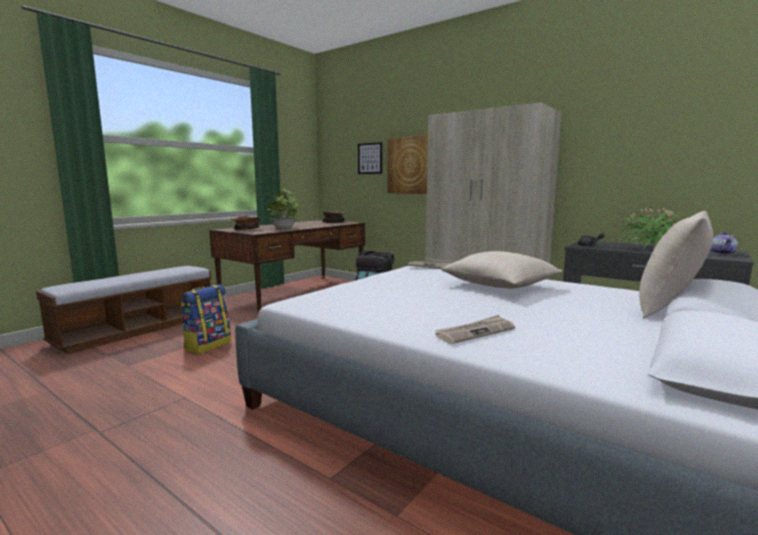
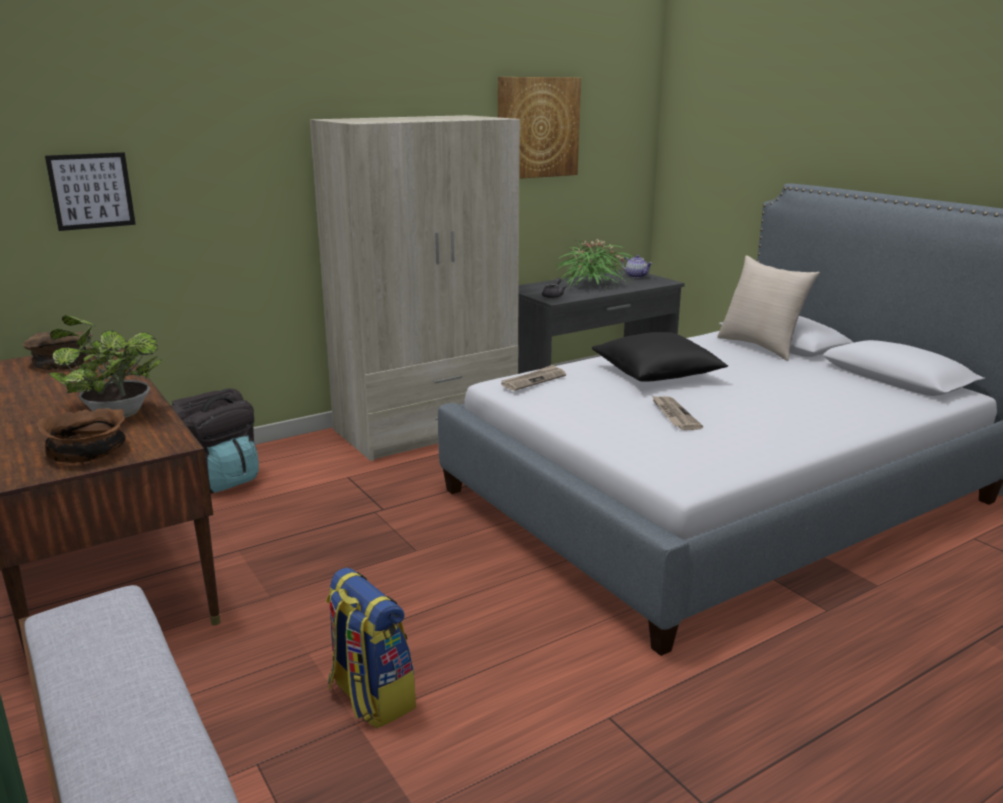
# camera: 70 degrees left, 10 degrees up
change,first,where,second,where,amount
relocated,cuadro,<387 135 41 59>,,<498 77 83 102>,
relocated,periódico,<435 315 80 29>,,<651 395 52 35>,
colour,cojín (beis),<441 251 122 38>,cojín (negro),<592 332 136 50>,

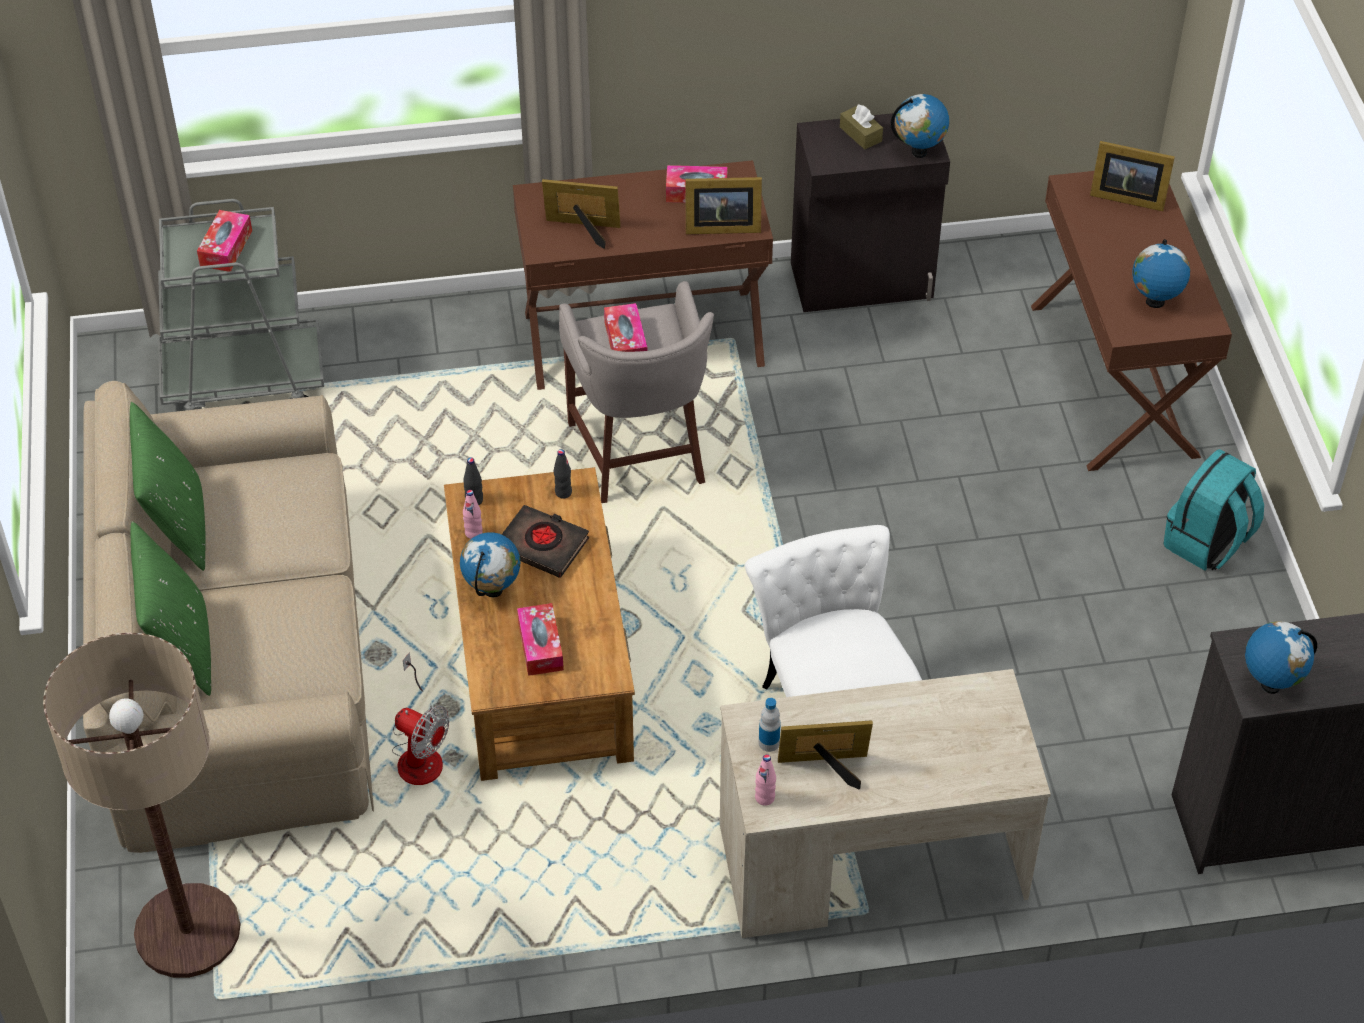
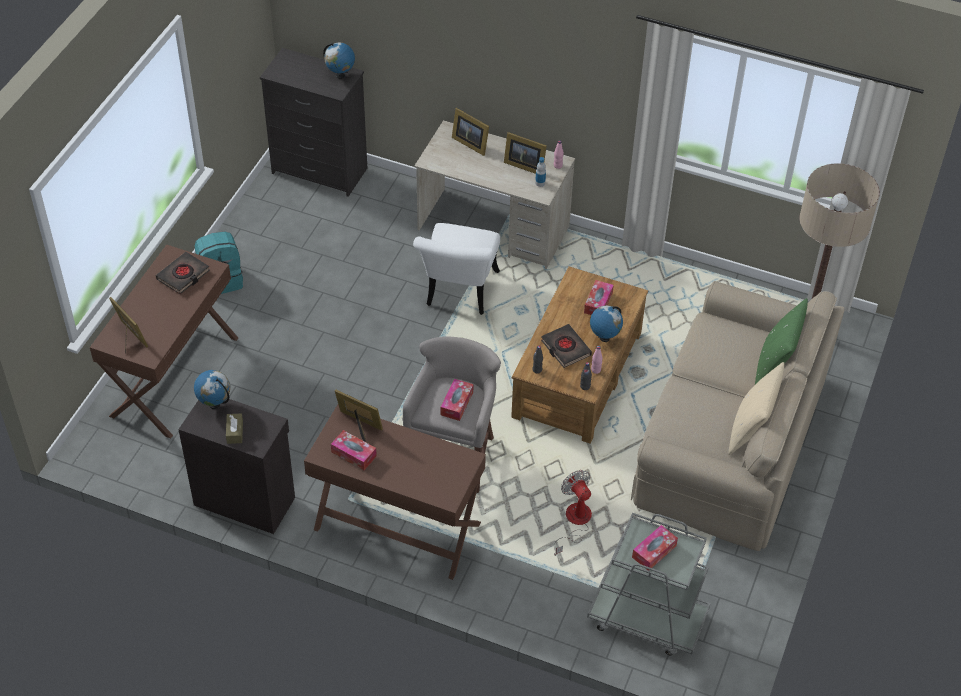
# camera: 150 degrees left, 0 degrees up
change,first,where,second,where,amount
relocated,ventilador,<392 652 58 133>,,<554 470 38 86>,
relocated,portarretratos,<542 179 79 70>,,<452 108 37 48>,
exchanged,globo terráqueo,<1132 239 58 69>,libro (negro),<156 252 54 42>,
colour,cojín (verde),<130 402 76 169>,cojín (beis),<728 362 56 93>,

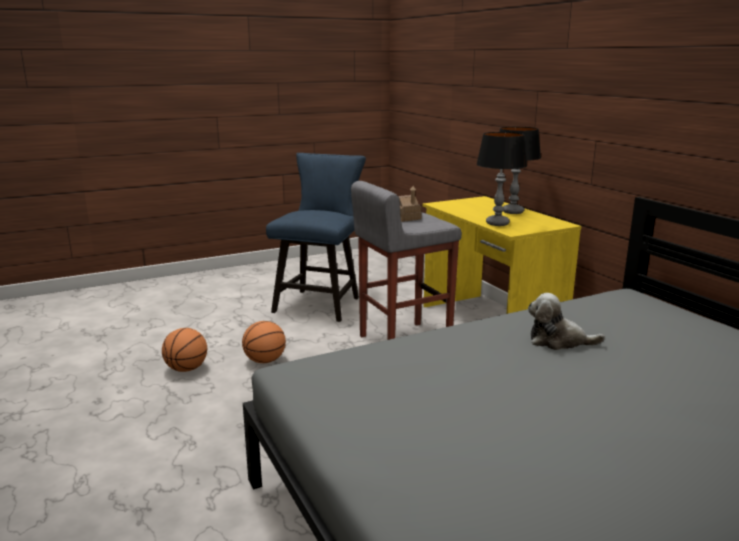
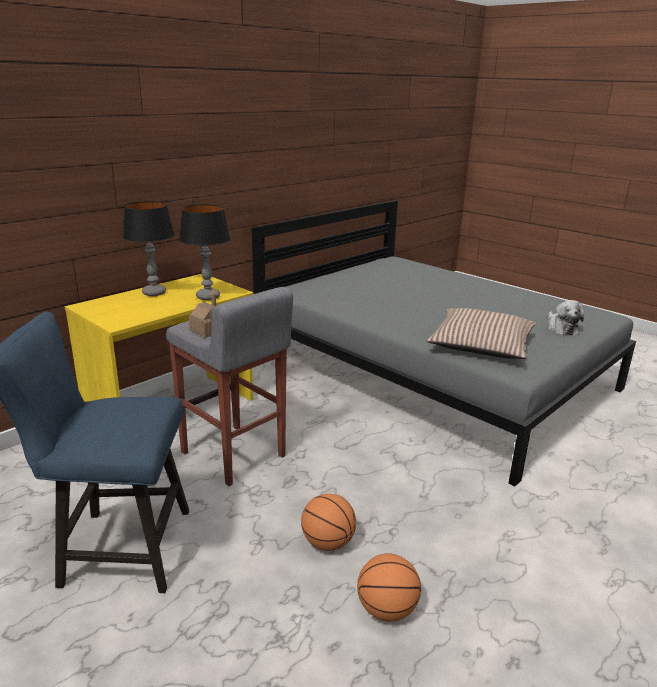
# camera: 110 degrees left, 5 degrees up
change,first,where,second,where,amount
appeared,,,cojín,<426 308 110 51>,
relocated,peluche,<528 293 77 57>,,<547 300 37 36>,

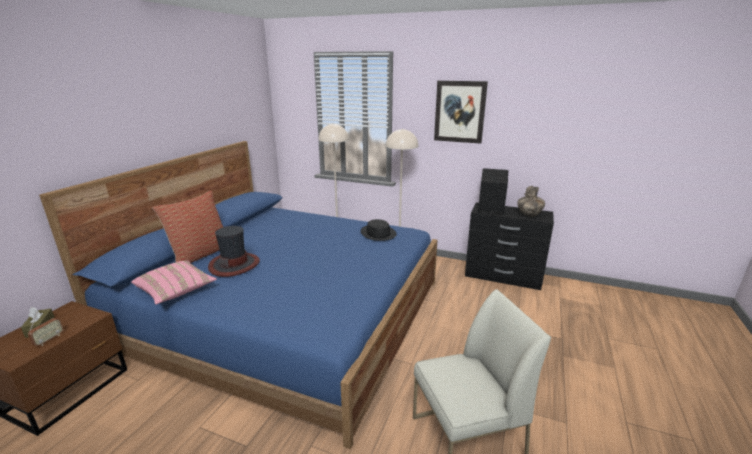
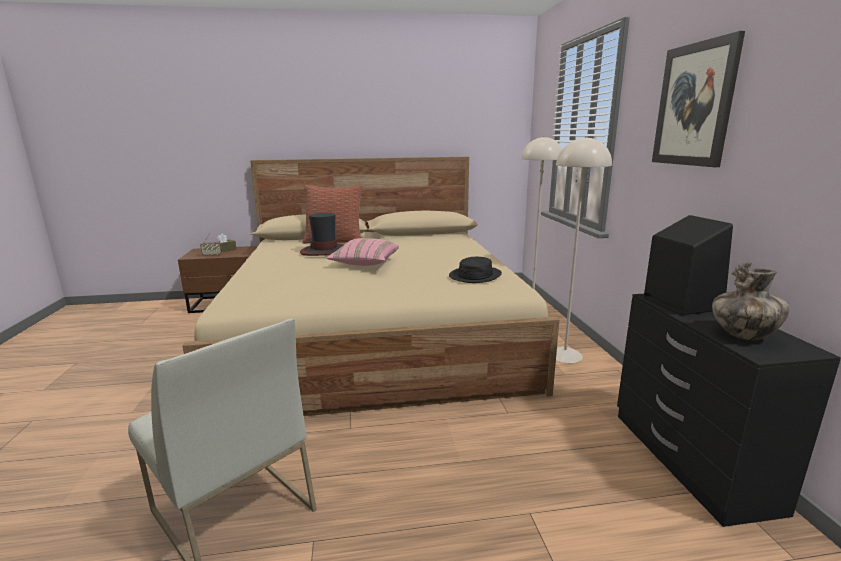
# camera: 60 degrees right, 5 degrees down
change,first,where,second,where,amount
relocated,cojín (rosa),<131 260 86 44>,,<327 238 72 28>,
colour,cama (azul),<39 141 398 308>,cama (beis),<182 157 377 259>,

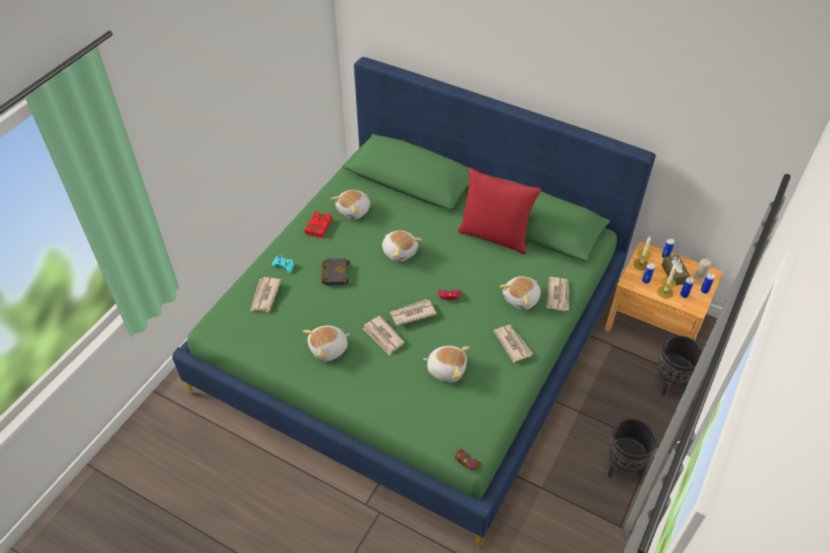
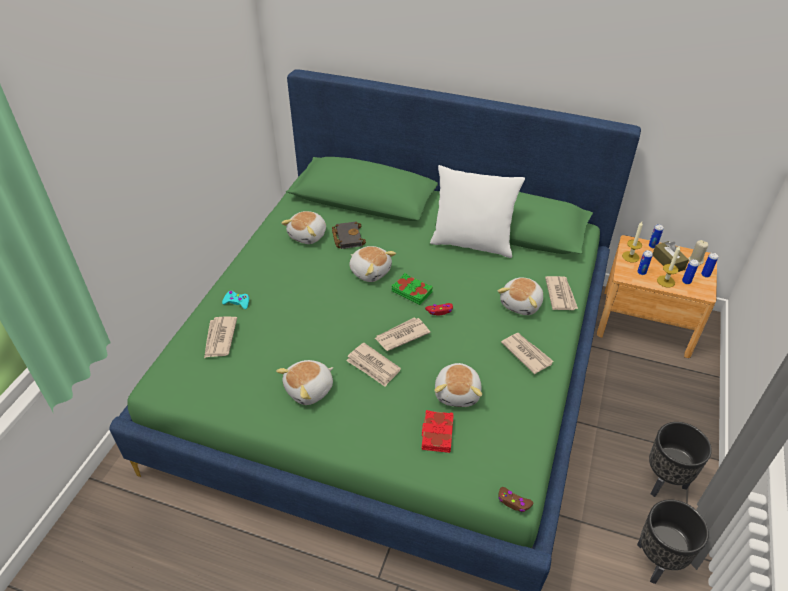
# camera: 10 degrees left, 5 degrees down
change,first,where,second,where,amount
appeared,,,libro (verde),<392 273 41 32>,
relocated,libro (rojo),<304 211 28 27>,,<422 410 32 43>,
relocated,libro (negro),<321 258 29 27>,,<332 221 34 28>,
relocated,maceta (negro),<657 336 46 61>,,<637 499 72 85>,
colour,cojín (rojo),<458 167 83 88>,cojín (blanco),<430 165 95 93>,
spun,peluche,<423 346 47 37>,,<434 363 48 44>,90 degrees clockwise

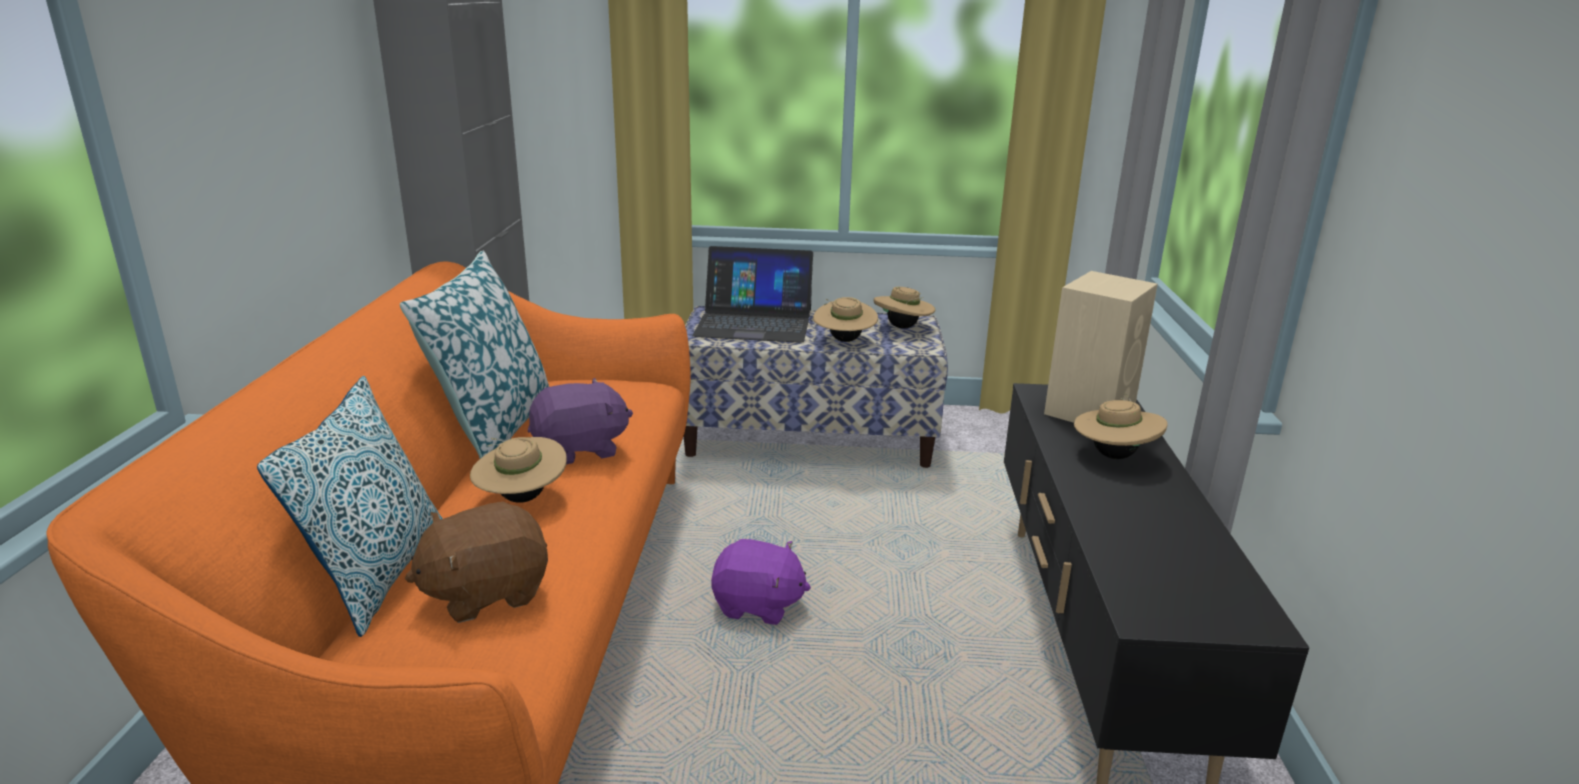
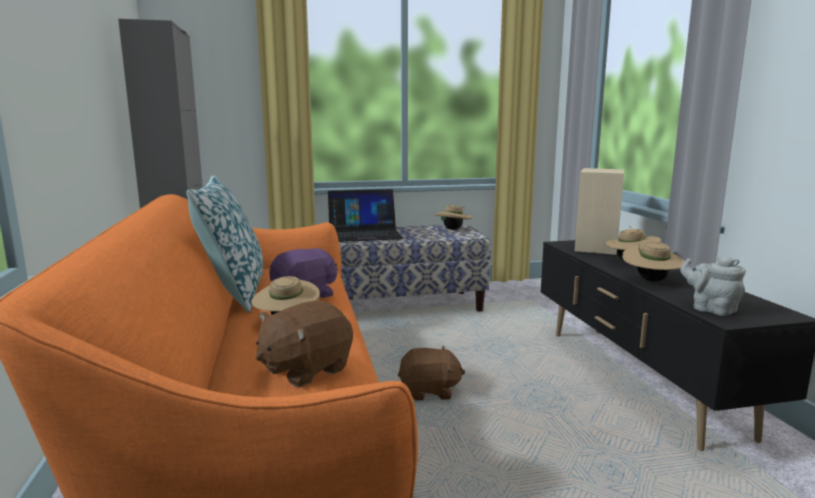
# camera: 15 degrees left, 10 degrees down
change,first,where,second,where,amount
missing,cojín,<257 376 186 261>,,,
appeared,,,tetera (gris),<680 256 66 60>,
relocated,sombrero (beis),<813 297 65 45>,,<622 242 63 40>,
colour,peluche (morado),<711 539 100 86>,peluche (marrón),<398 346 67 54>,

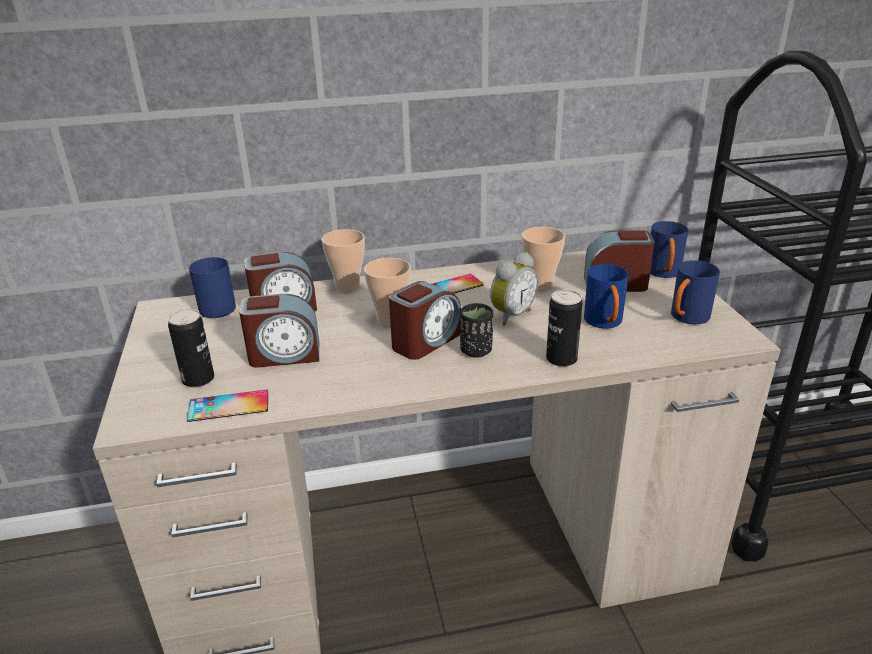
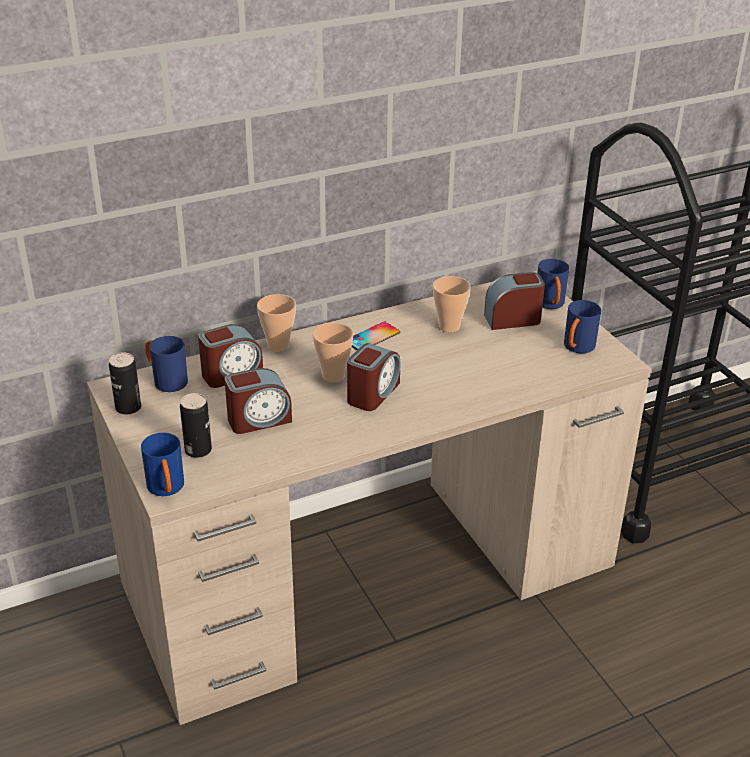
# camera: 15 degrees left, 5 degrees up
change,first,where,second,where,amount
missing,móvil,<187 390 81 32>,,,
missing,taza (negro),<460 303 33 55>,,,
missing,despertador,<490 252 48 74>,,,
relocated,lata,<546 289 36 78>,,<109 352 32 63>,
relocated,taza grande (azul),<584 264 45 65>,,<141 433 43 63>,

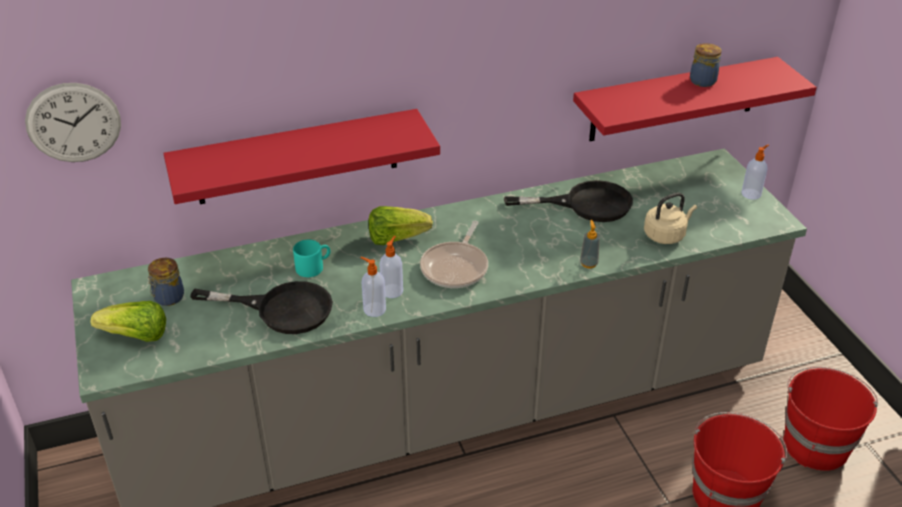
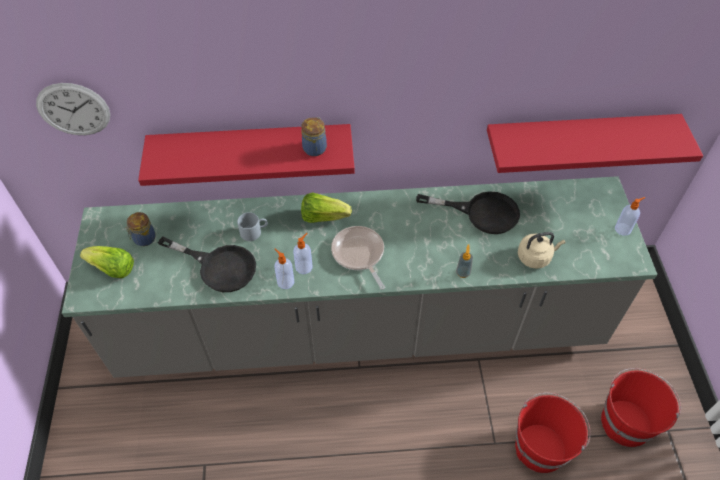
# camera: 15 degrees right, 15 degrees up
change,first,where,second,where,amount
relocated,tarro,<690 43 32 44>,,<301 117 26 39>,
colour,taza grande (turquesa),<293 240 37 37>,taza grande (gris),<237 212 31 29>,
spun,sartén,<420 221 68 67>,,<331 226 54 64>,120 degrees clockwise

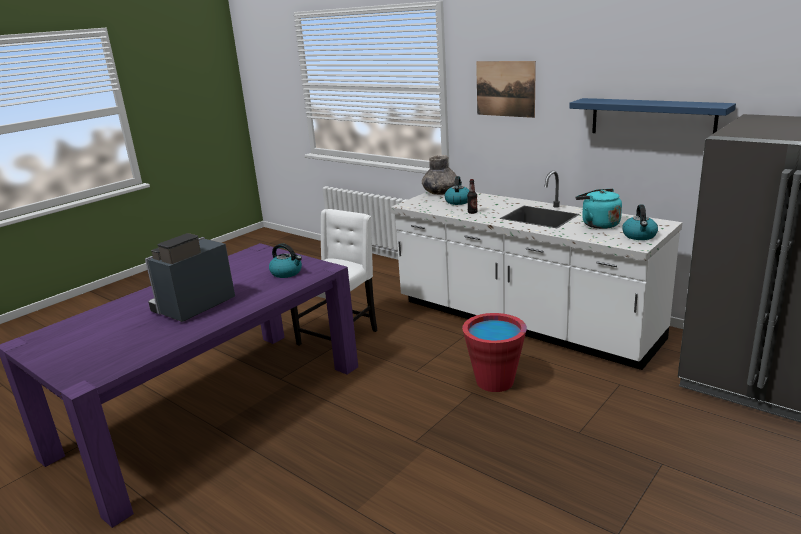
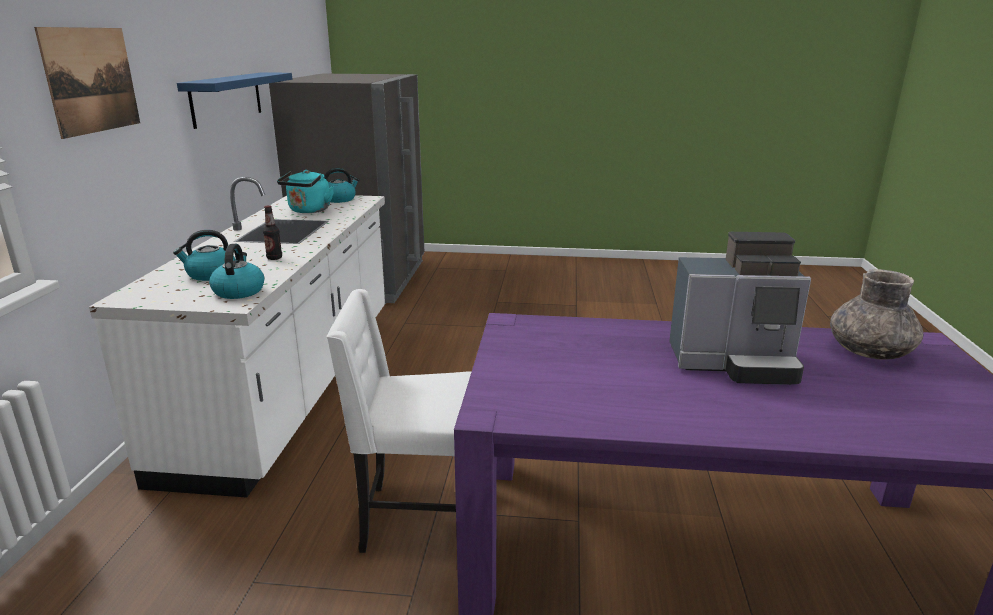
# camera: 125 degrees left, 0 degrees up
change,first,where,second,where,amount
missing,cubo (rojo),<462 313 65 79>,,,
relocated,hervidor,<269 243 33 35>,,<209 244 56 55>,
relocated,florero (gris),<422 155 35 40>,,<830 269 94 91>,

